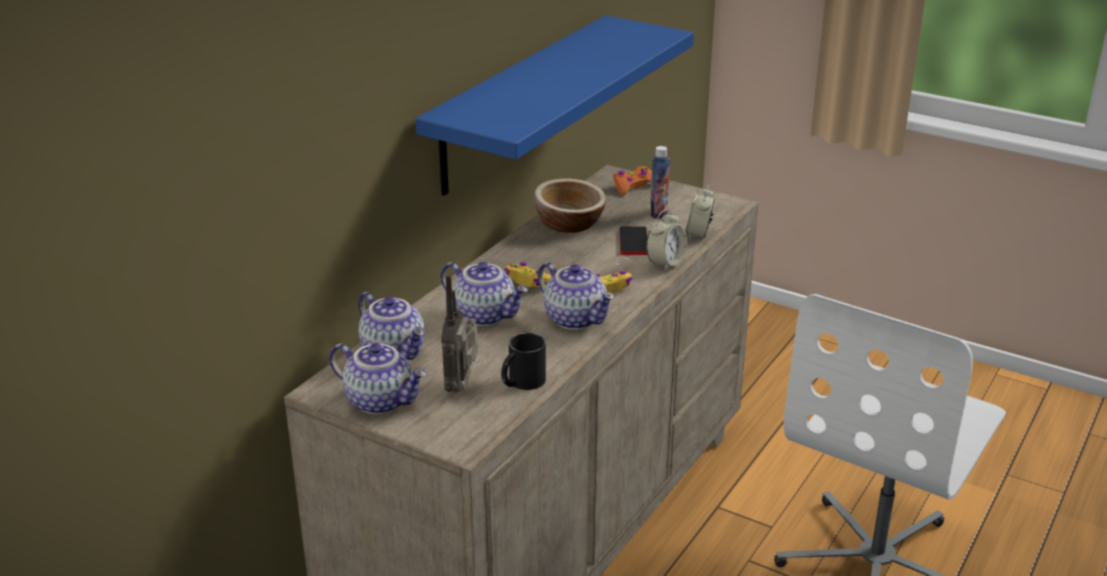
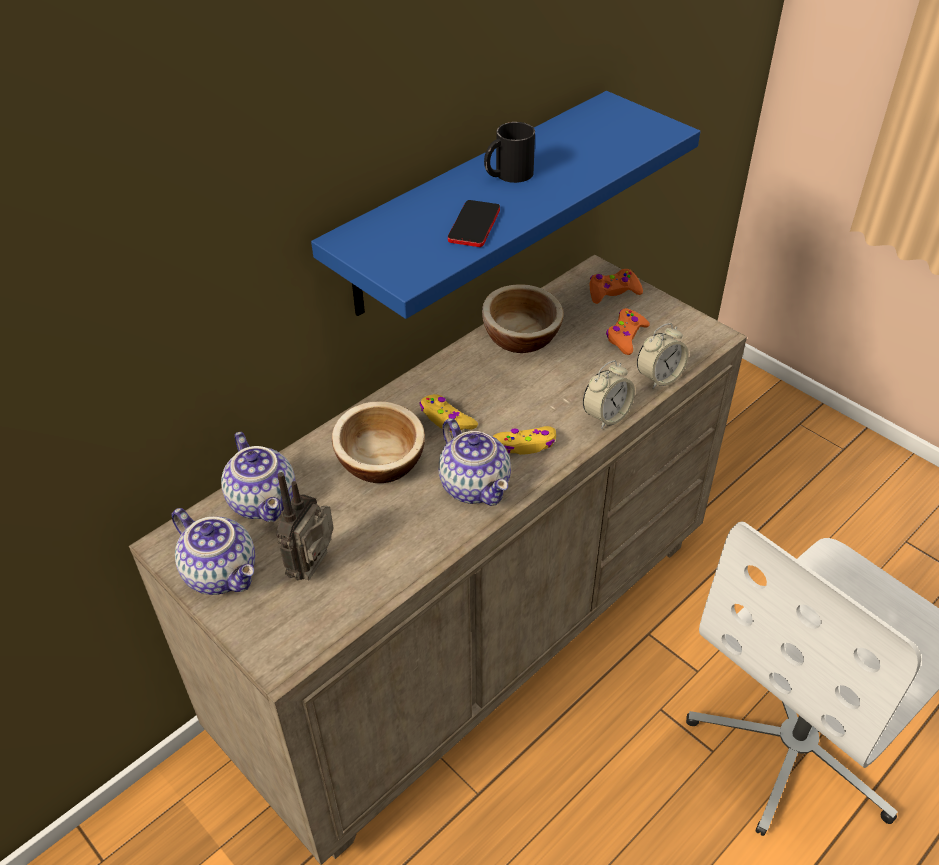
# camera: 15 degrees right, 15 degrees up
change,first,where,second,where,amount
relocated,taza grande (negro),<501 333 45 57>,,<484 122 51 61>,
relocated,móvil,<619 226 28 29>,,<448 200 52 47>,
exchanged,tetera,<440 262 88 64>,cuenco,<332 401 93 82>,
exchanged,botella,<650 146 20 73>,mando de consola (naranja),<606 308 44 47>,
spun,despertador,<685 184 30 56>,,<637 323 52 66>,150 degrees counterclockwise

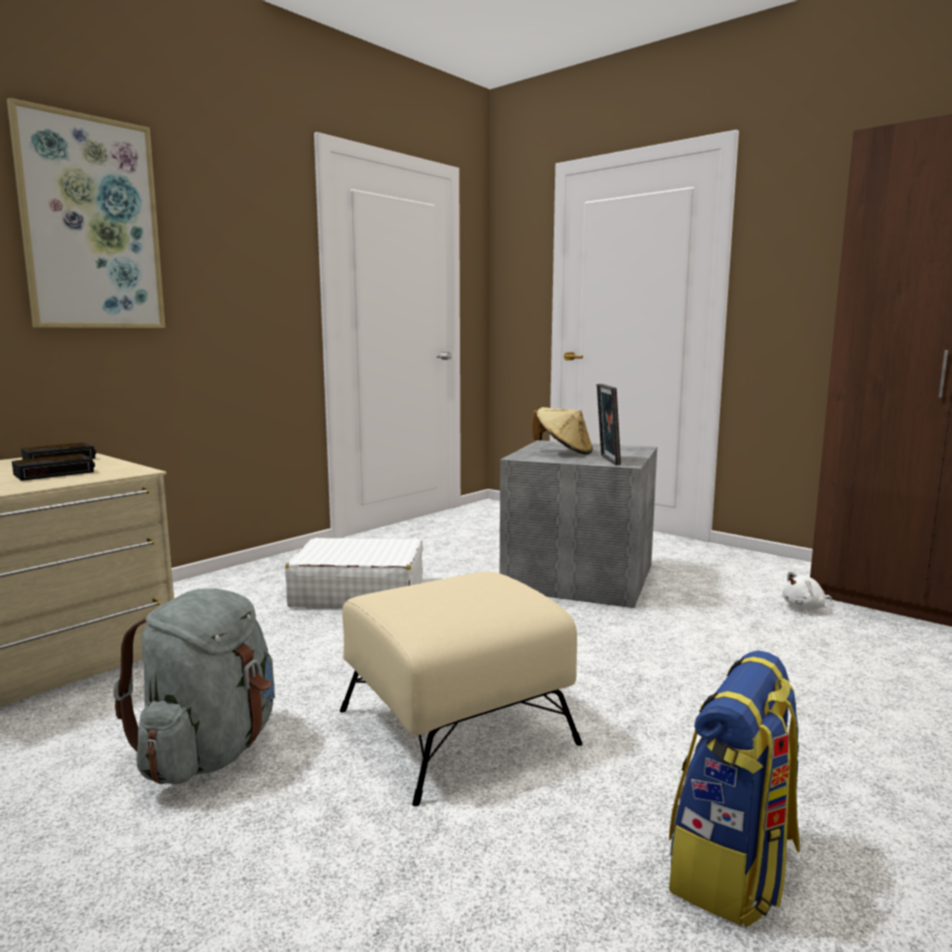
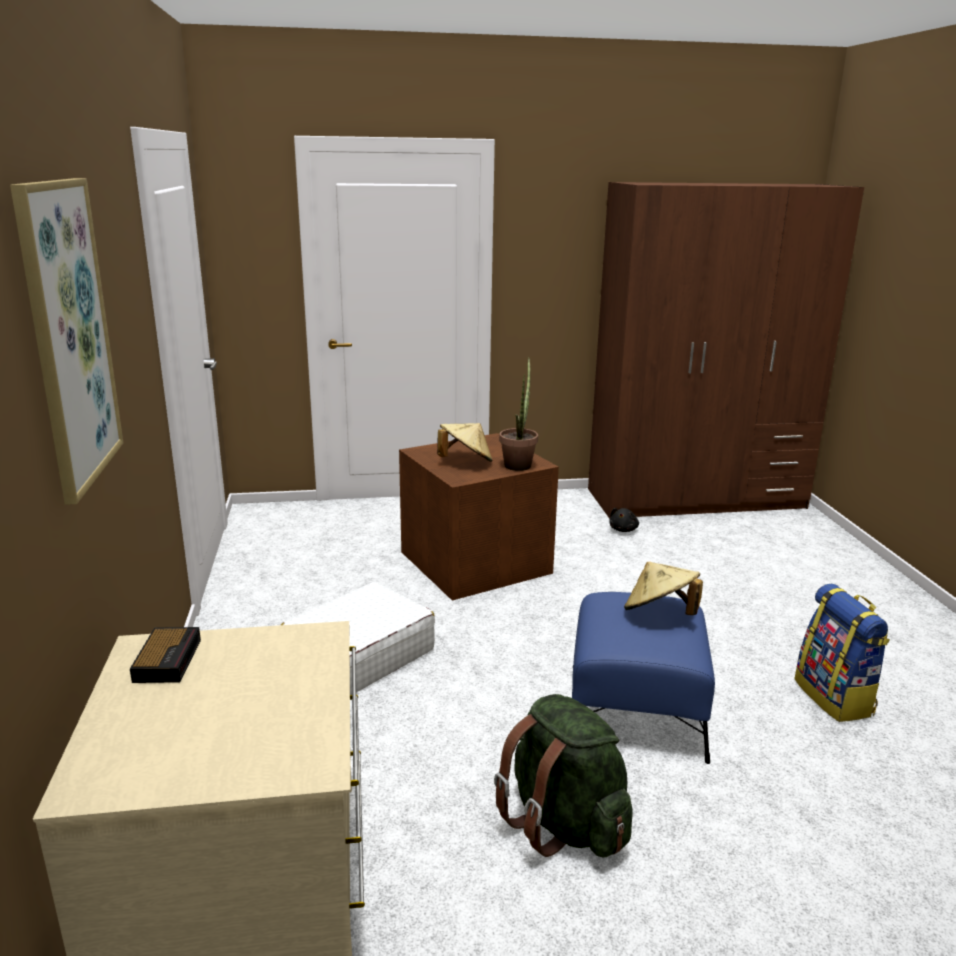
# camera: 50 degrees left, 10 degrees up
change,first,where,second,where,amount
missing,despertador,<12 454 83 27>,,,
appeared,,,sombrero (beis),<624 561 79 54>,
exchanged,portarretratos,<597 384 24 82>,planta en maceta,<499 357 39 114>,
colour,mochila (gris),<113 588 162 196>,mochila (verde),<494 694 139 163>,
colour,puf (beis),<340 571 242 235>,puf (azul),<572 592 143 172>,
colour,caja de almacenaje (gris),<500 440 157 168>,caja de almacenaje (marrón),<399 433 160 167>,
colour,peluche (blanco),<783 571 49 39>,peluche (negro),<609 508 30 24>,

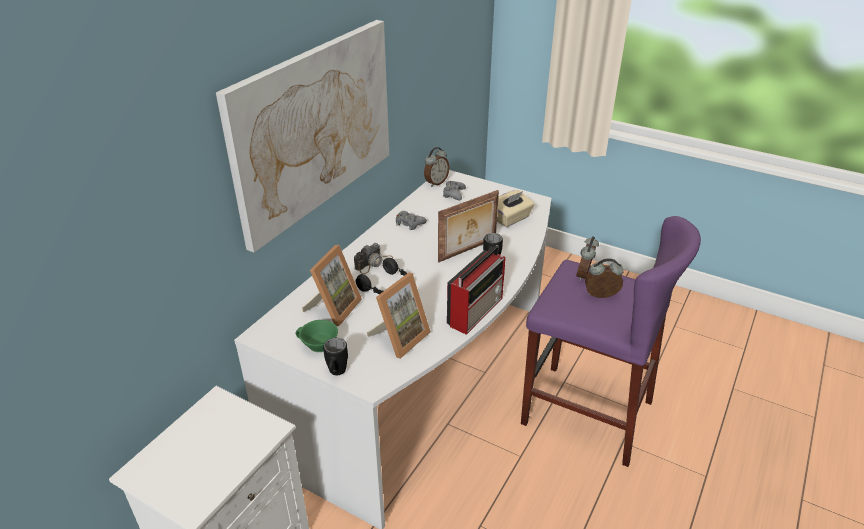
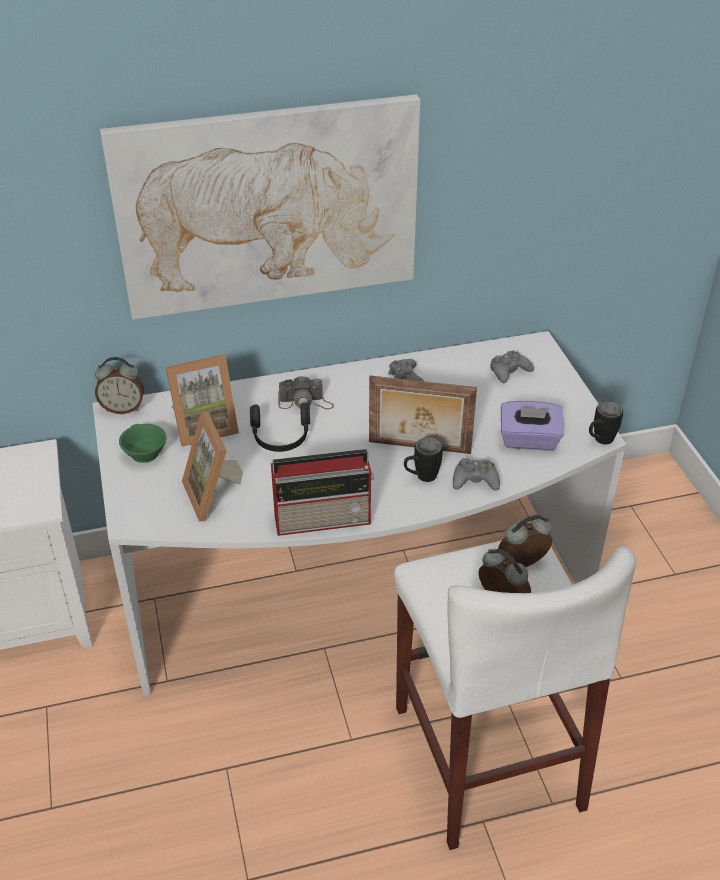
# camera: 45 degrees right, 5 degrees up
change,first,where,second,where,amount
appeared,,,mando de consola (gris),<453 458 47 33>,
relocated,taza grande (negro),<323 338 25 37>,,<589 401 34 44>,
relocated,despertador,<424 147 25 40>,,<95 357 49 57>,
colour,caja de pañuelos (beis),<497 190 37 37>,caja de pañuelos (morado),<501 401 62 50>,
colour,taburete (morado),<521 216 180 251>,taburete (blanco),<394 541 242 309>,
spun,portarretratos,<367 273 64 86>,,<182 412 61 109>,75 degrees clockwise

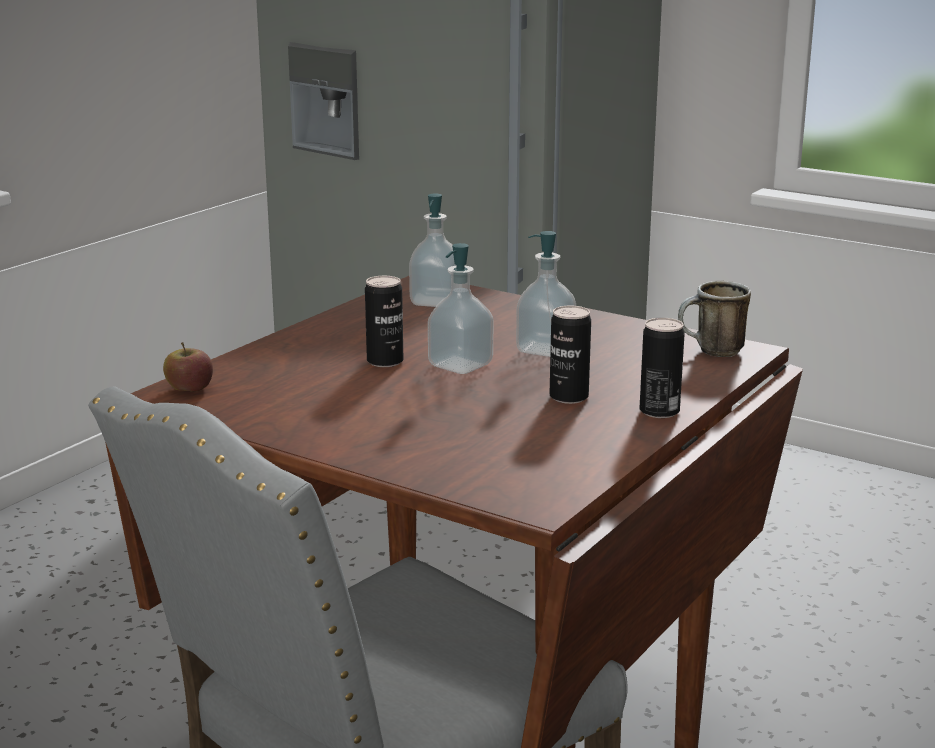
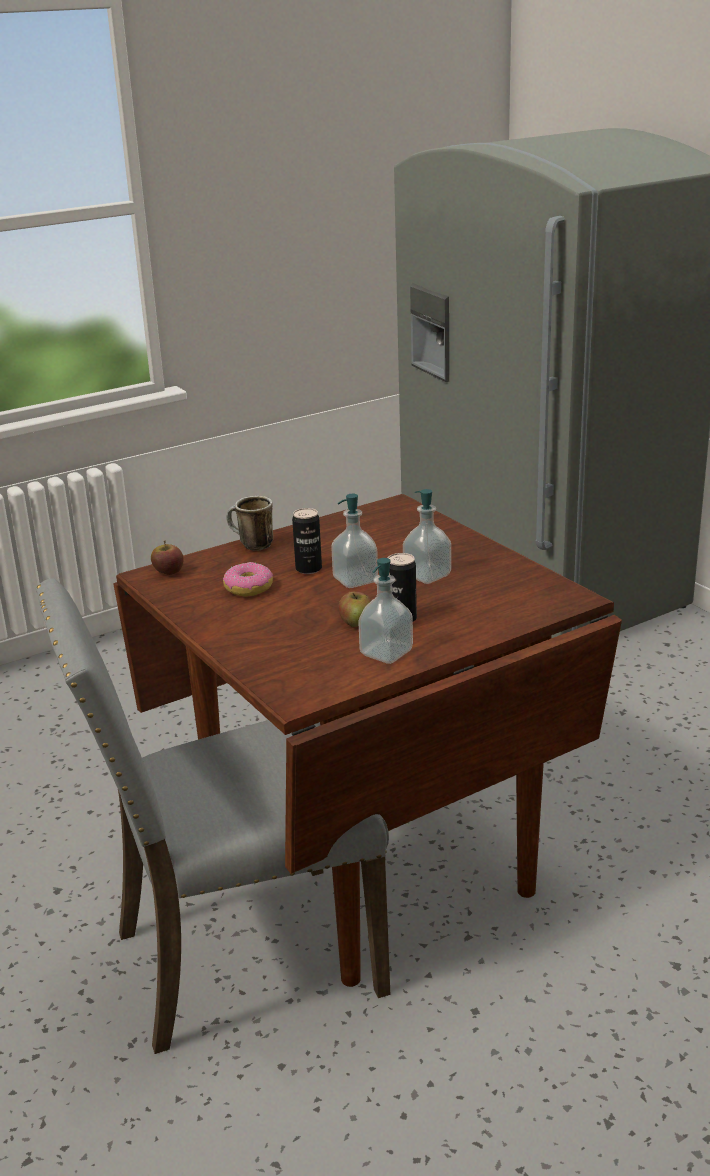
# camera: 25 degrees right, 5 degrees up
change,first,where,second,where,amount
missing,lata,<639 318 46 100>,,,
appeared,,,rosquilla,<223 562 50 34>,
appeared,,,manzana,<339 591 33 36>,
relocated,dispensador de jabón,<409 194 48 113>,,<358 558 55 106>,
relocated,taza grande,<678 281 73 76>,,<226 496 47 55>,

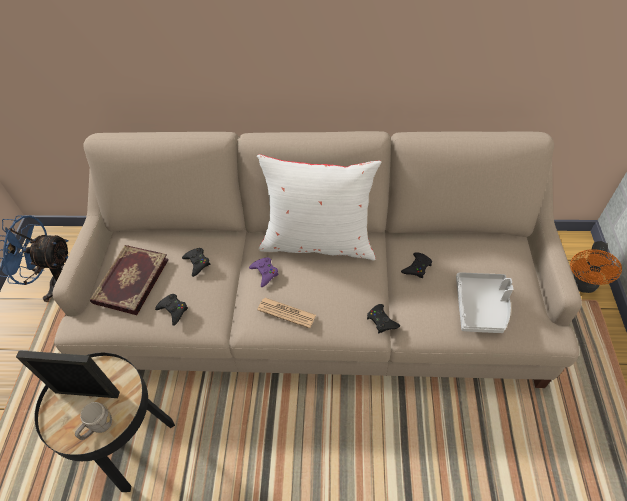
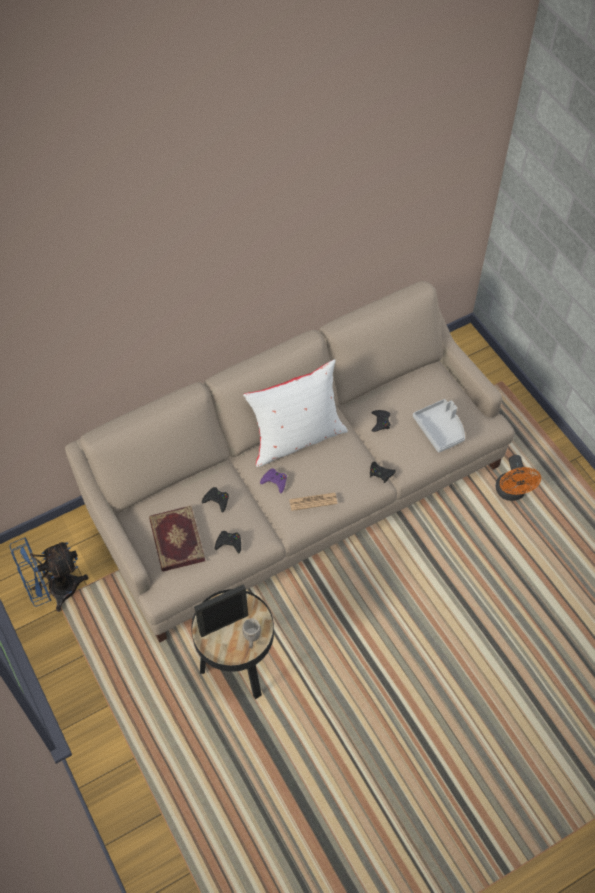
# camera: 35 degrees left, 5 degrees up
change,first,where,second,where,amount
relocated,ventilador (naranja),<570 241 52 52>,,<496 455 45 46>,

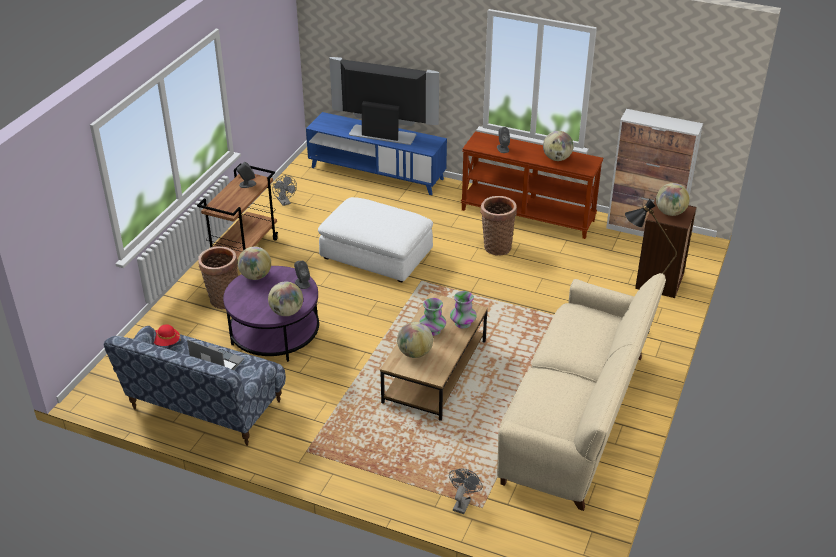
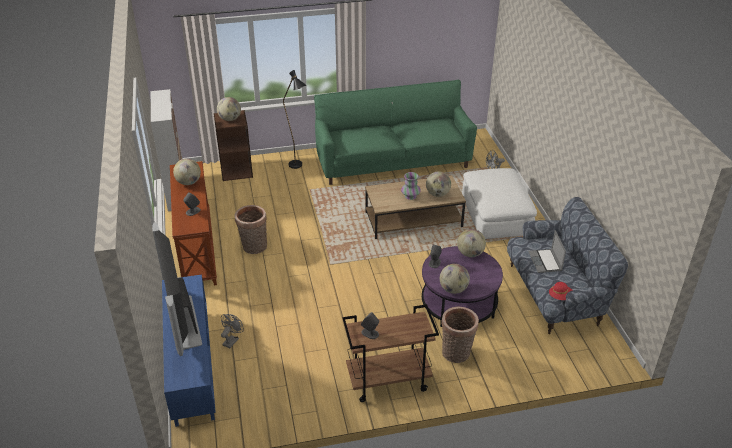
# camera: 125 degrees left, 0 degrees up
change,first,where,second,where,amount
missing,florero,<450 291 27 37>,,,
relocated,ventilador (gris),<272 175 25 31>,,<221 314 23 34>,
relocated,puf (blanco),<318 197 115 86>,,<462 168 75 72>,
colour,sofá (beis),<497 273 169 238>,sofá (verde),<314 80 163 105>,

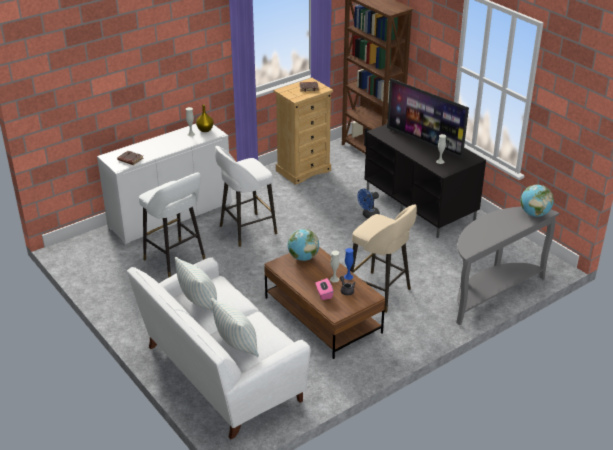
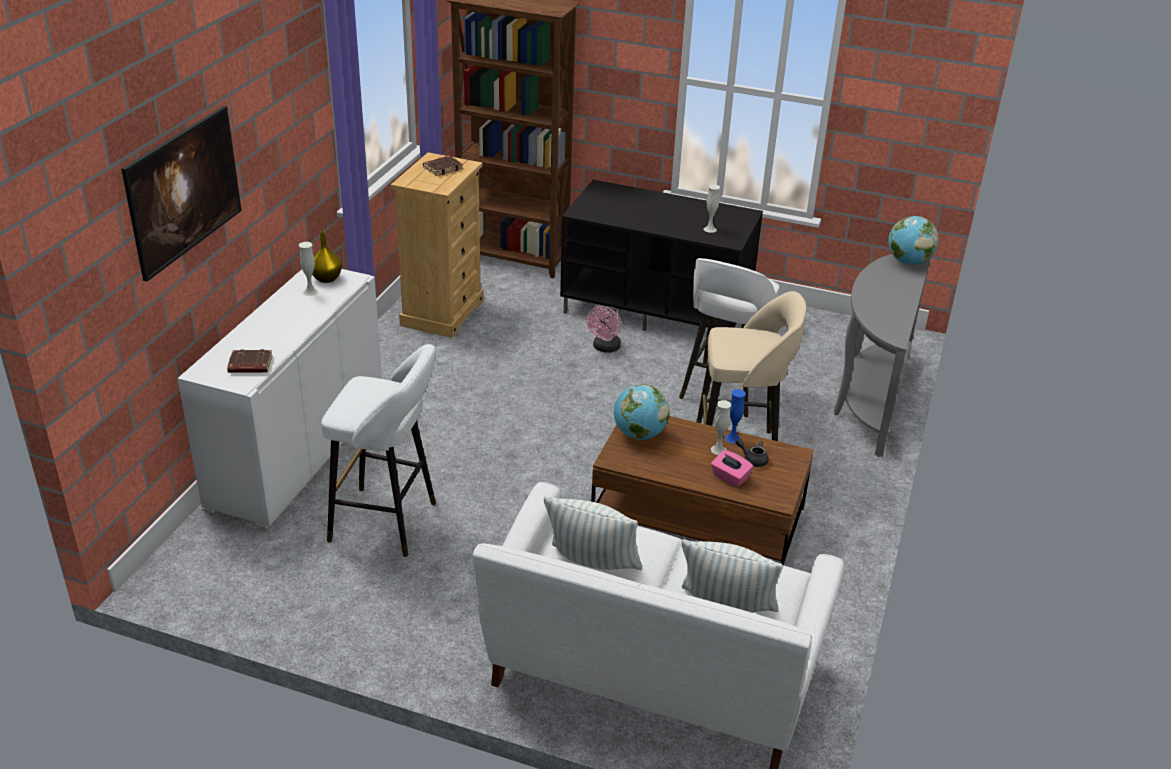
# camera: 35 degrees left, 0 degrees up
change,first,where,second,where,amount
missing,televisor,<387 78 82 81>,,,
appeared,,,cuadro,<121 106 121 176>,
relocated,taburete (blanco),<215 146 62 101>,,<679 258 100 160>,
colour,ventilador (azul),<358 189 22 29>,ventilador (rosa),<586 306 35 47>,

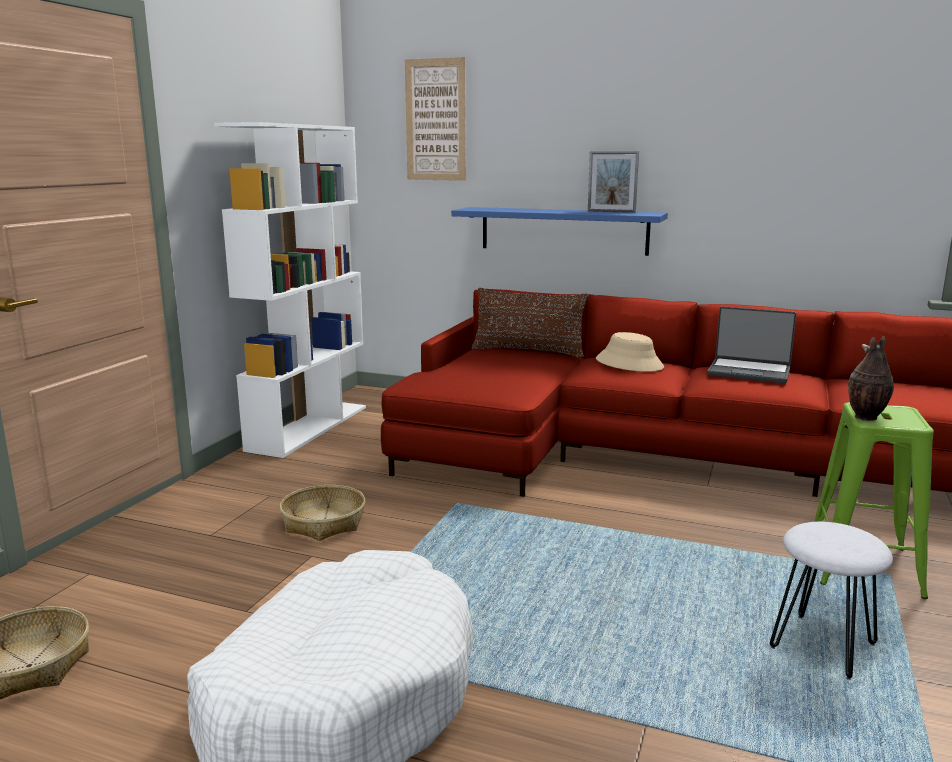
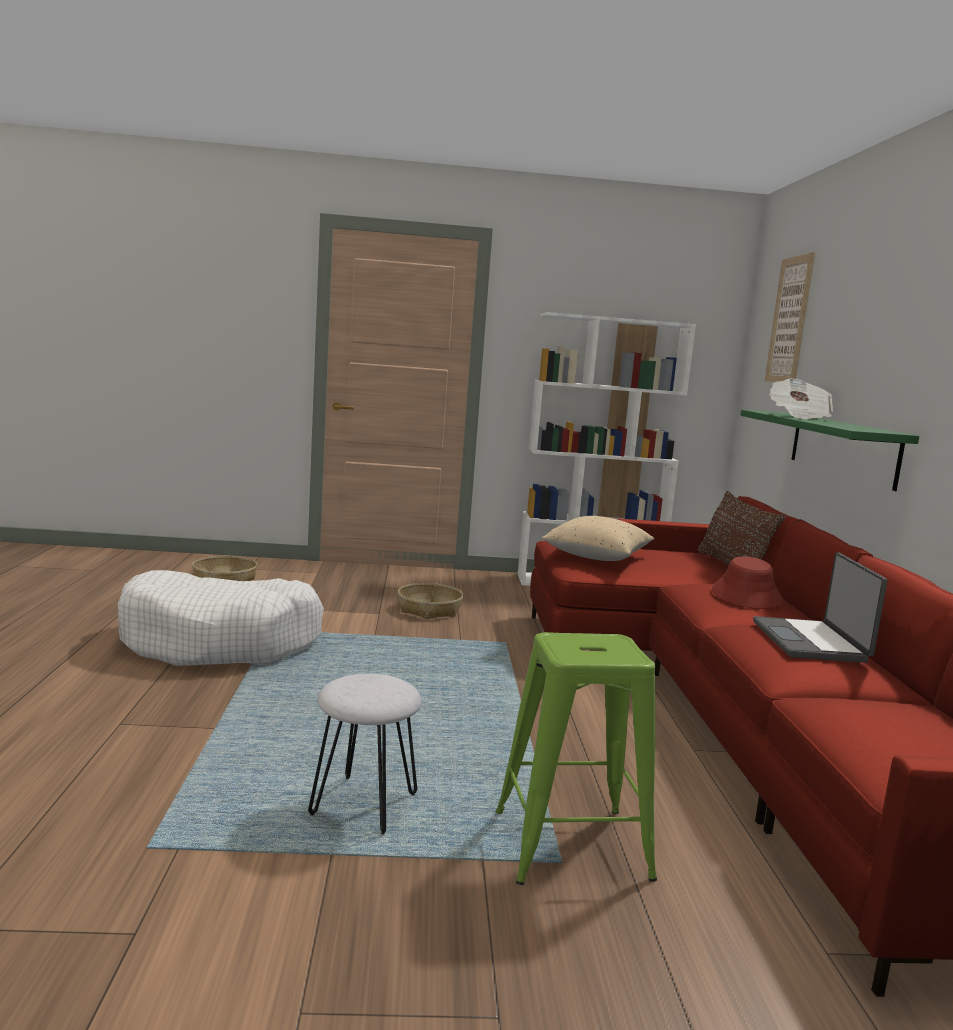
# camera: 65 degrees right, 5 degrees down
change,first,where,second,where,amount
missing,portarretratos,<588 151 51 62>,,,
missing,florero,<848 336 46 85>,,,
appeared,,,cojín (beis),<542 516 112 45>,
appeared,,,periódico,<769 378 64 41>,
colour,estante (azul),<451 207 217 49>,estante (verde),<741 410 178 81>,
colour,sombrero (beis),<596 332 68 40>,sombrero (rojo),<712 556 71 53>,

